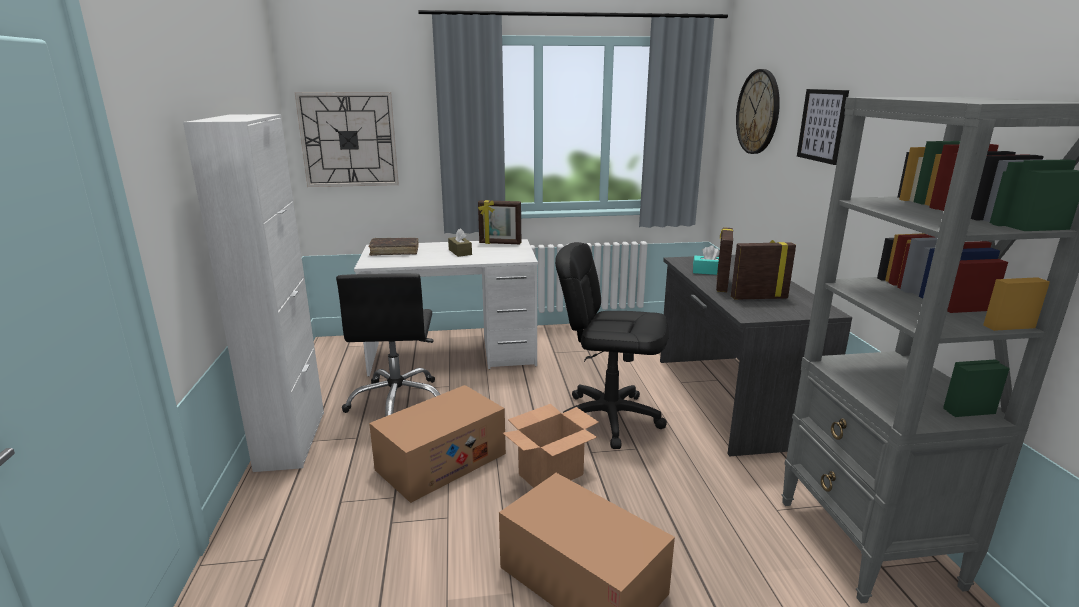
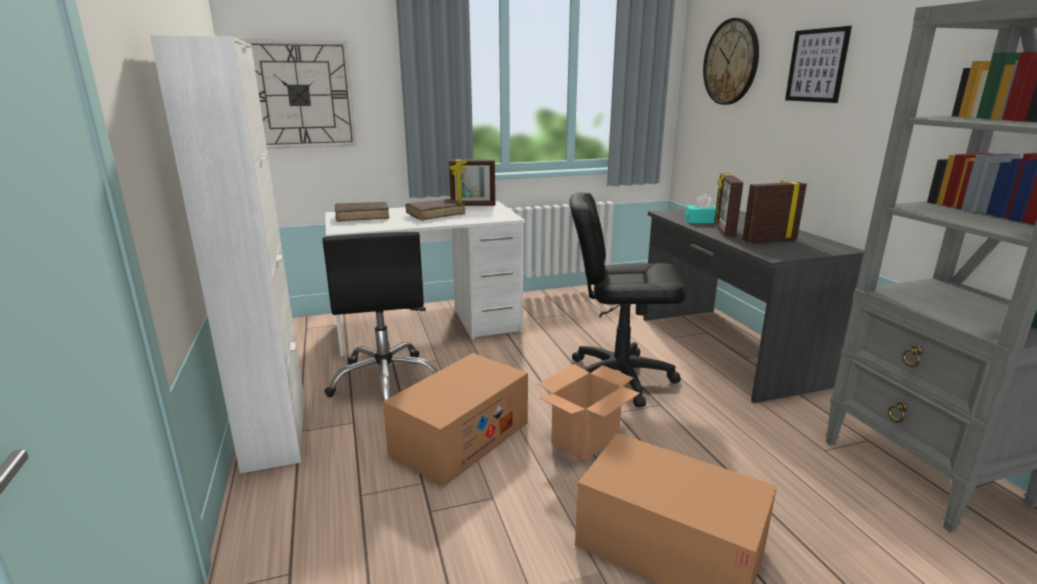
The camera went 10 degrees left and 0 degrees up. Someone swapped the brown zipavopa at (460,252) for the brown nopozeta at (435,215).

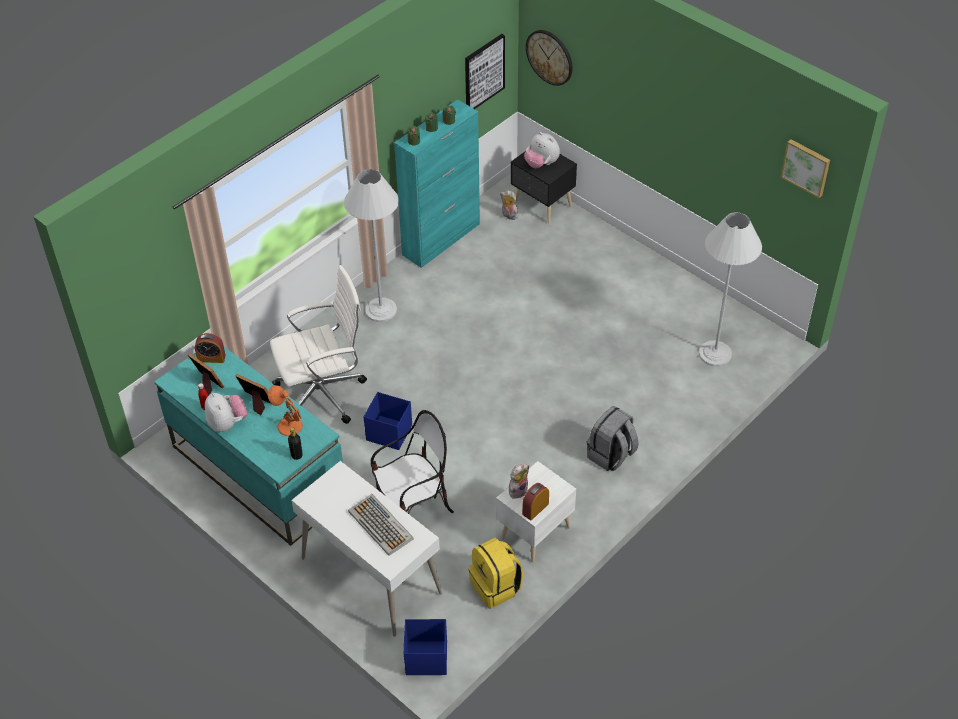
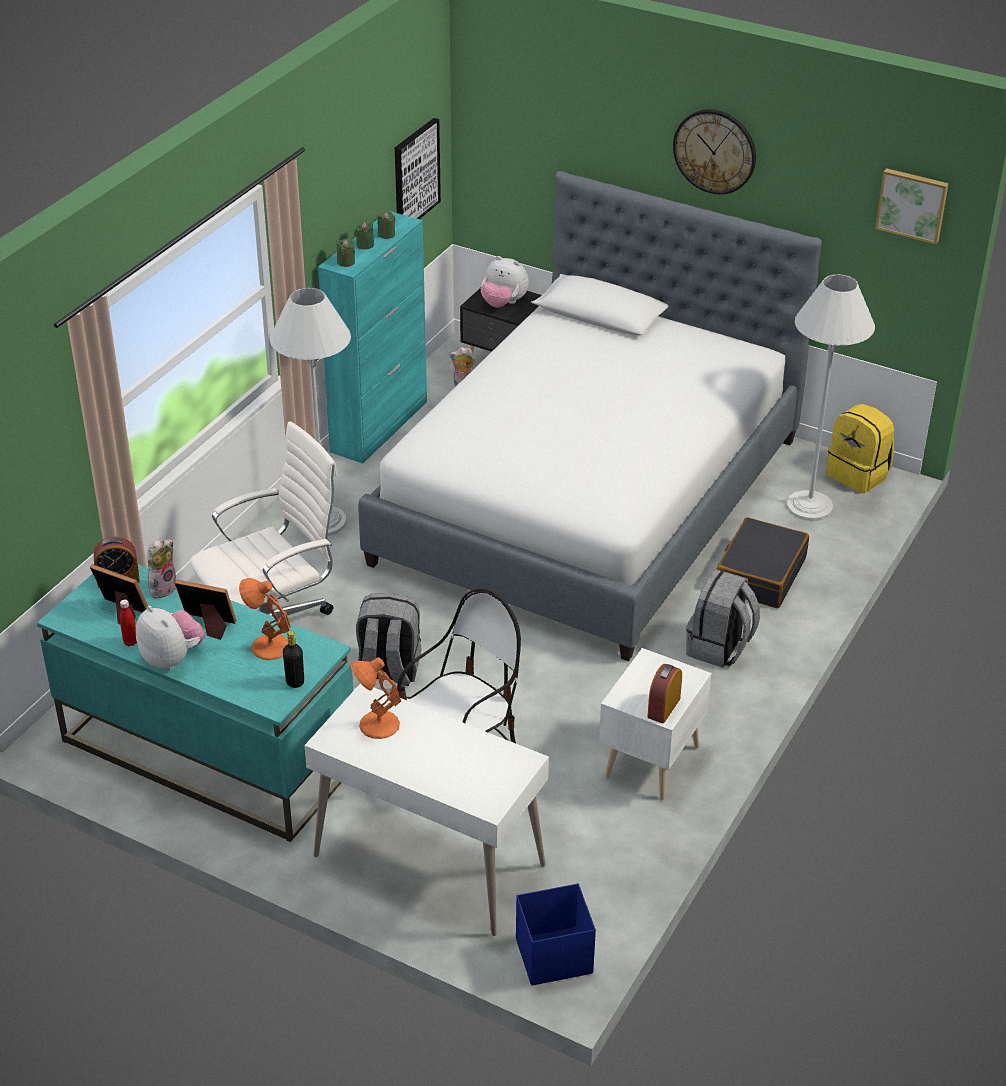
The camera went 15 degrees left and 10 degrees down. Someone took away the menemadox at (381,525). Someone put down the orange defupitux at (377,725). Someone put down the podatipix at (589,500). Someone put down the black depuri at (759,574). Someone carried the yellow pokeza from (496,587) to (858,475). Someone carried the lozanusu from (518,490) to (162,588). Someone carried the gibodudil from (549,57) to (715,151). Someone swapped the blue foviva at (388,432) for the grey pokeza at (388,670).

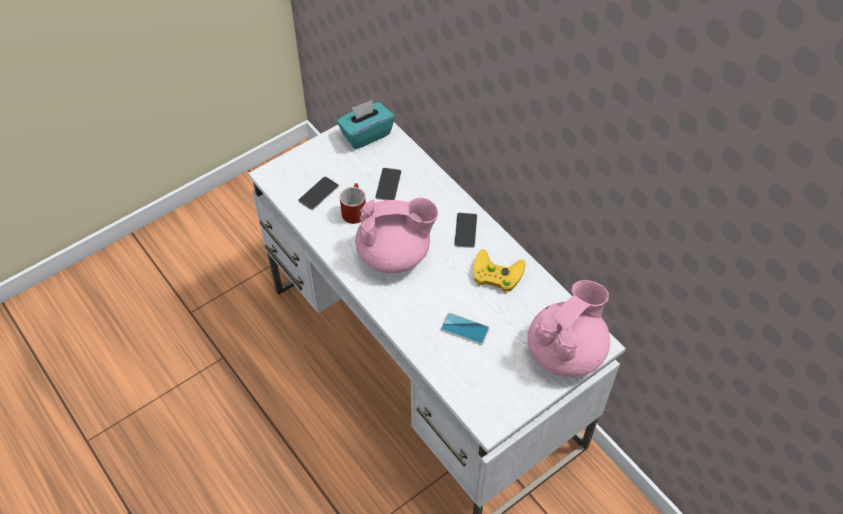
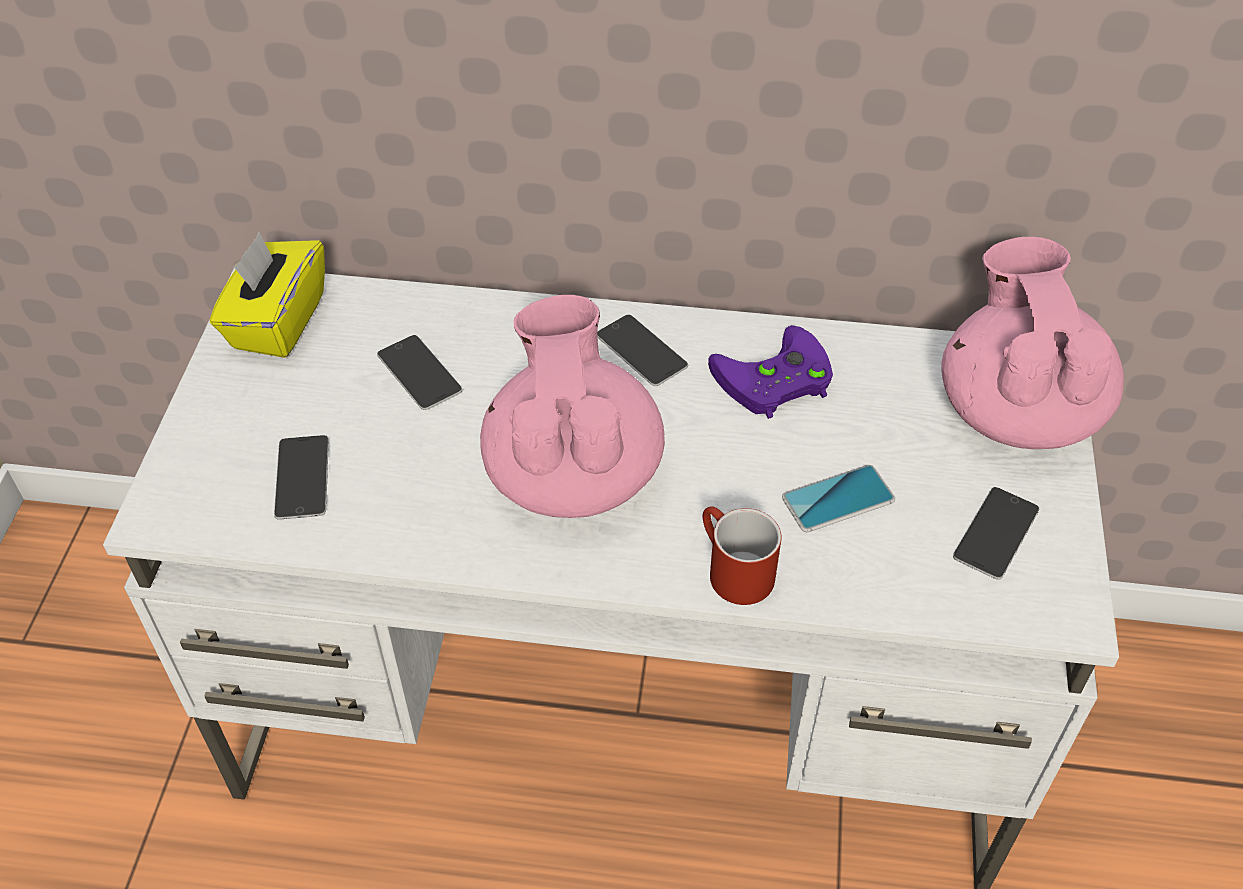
The camera went 45 degrees left and 5 degrees down. Someone put down the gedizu at (996,533). Someone carried the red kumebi from (354,209) to (731,570). Someone repainted the turquoise zipavopa at (366,134), which became the yellow zipavopa at (277,322). Someone repainted the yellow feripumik at (495,274), which became the purple feripumik at (772,381). Someone rotated the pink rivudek at (395,254) by 45 degrees counterclockwise.

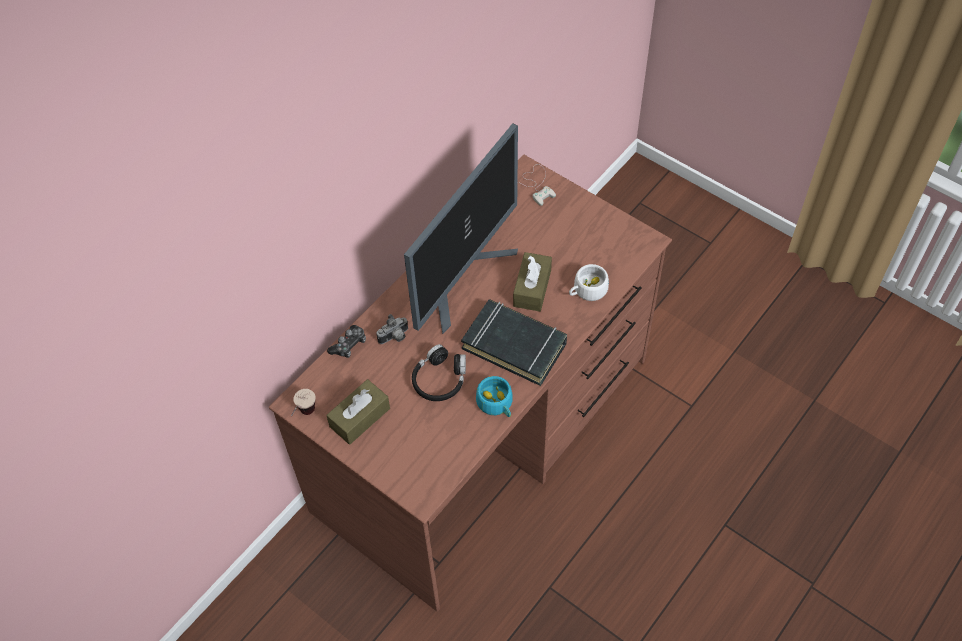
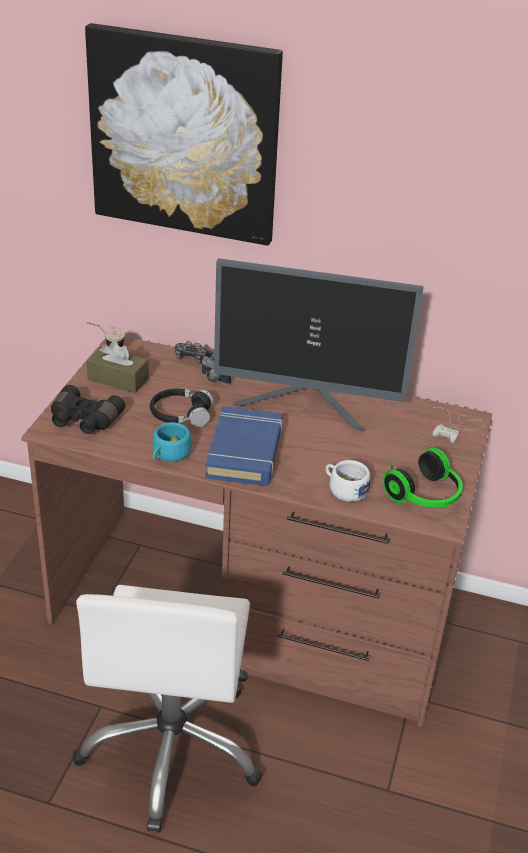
The camera went 65 degrees right and 20 degrees down. Someone took away the brown zipavopa at (532,288). Someone put down the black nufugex at (83,420). Someone put down the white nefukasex at (172,747). Someone put up the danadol at (184,135). Someone put down the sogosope at (426,496). Someone repainted the black nopozeta at (514,345), which became the blue nopozeta at (245,452).

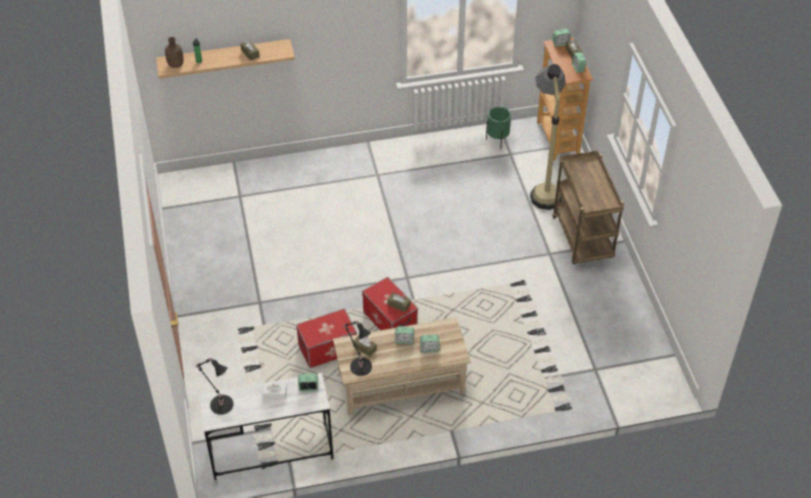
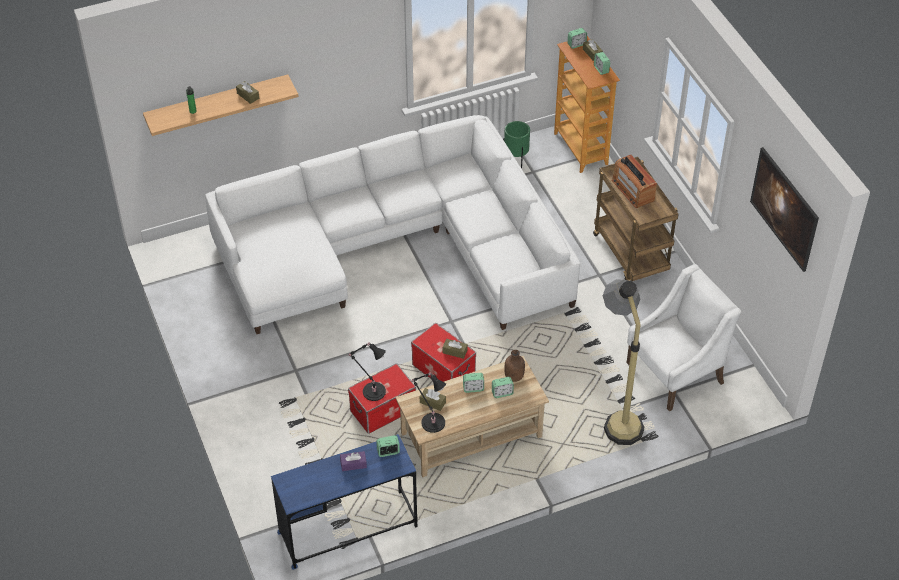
The camera went 10 degrees left and 0 degrees up. Someone put down the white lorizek at (395,248). Someone put down the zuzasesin at (633,190). Someone put down the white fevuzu at (676,372). Someone put up the danadol at (781,222). Someone carried the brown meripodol from (176,64) to (514,377). Someone carried the black defupitux from (220,403) to (372,391). Someone carried the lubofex from (543,187) to (617,415). Someone repainted the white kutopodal at (271,452), which became the blue kutopodal at (348,530). Someone repainted the white zipavopa at (275,394), which became the purple zipavopa at (353,464).

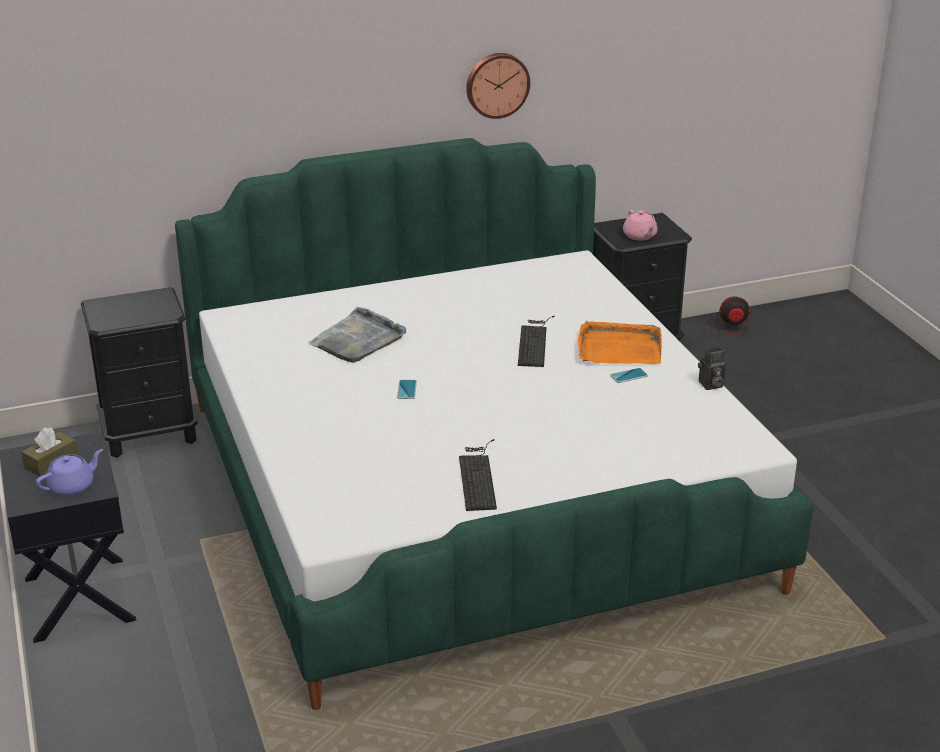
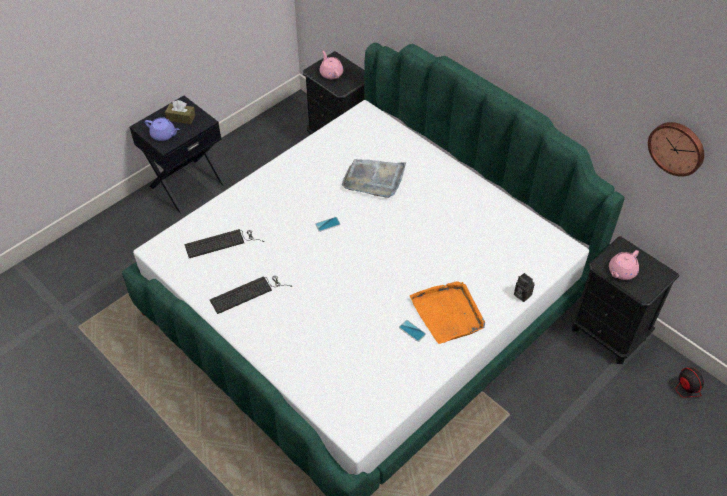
The camera went 65 degrees right and 20 degrees up. Someone put down the pink rivudek at (331,73). Someone carried the gibodudil from (497,84) to (677,147). Someone carried the menemadox from (534,342) to (222,243). Someone carried the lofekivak from (710,385) to (521,294).

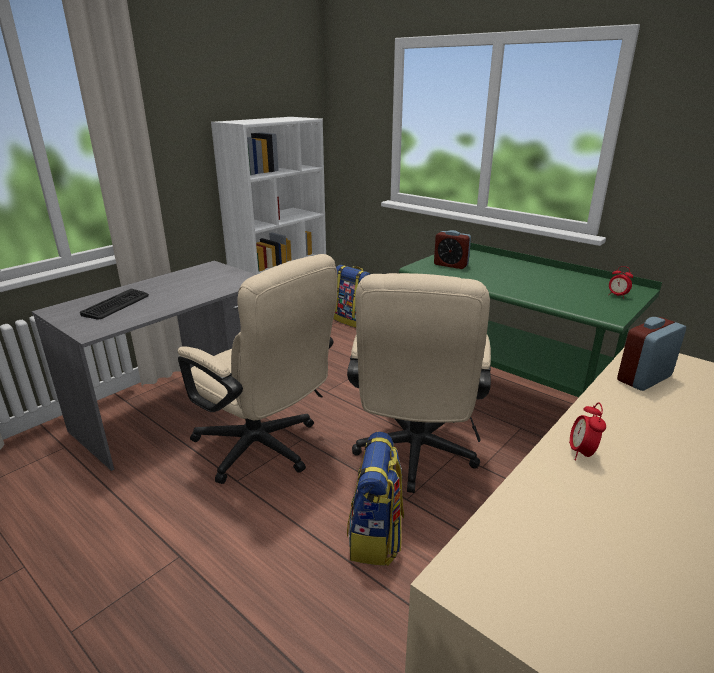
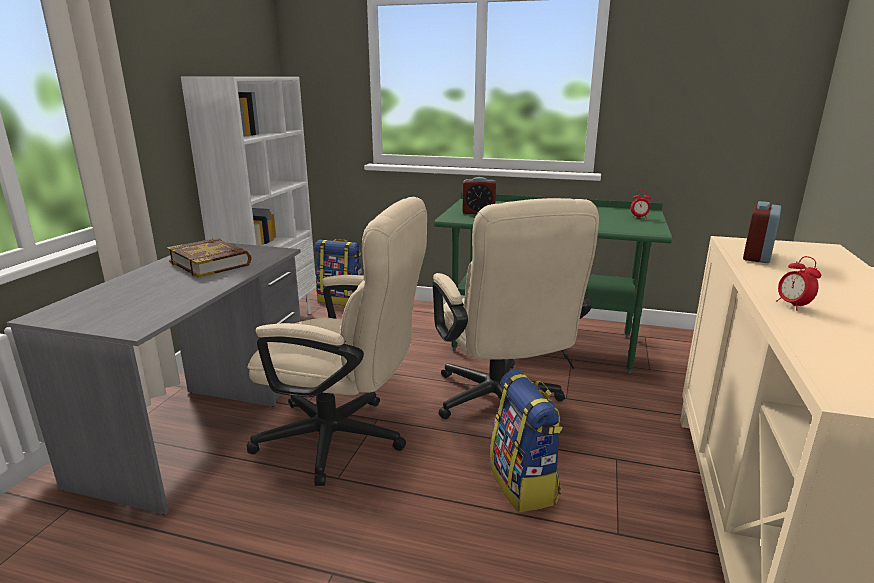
The camera went 25 degrees left and 5 degrees down. Someone took away the menemadox at (116,305). Someone put down the nopozeta at (210,263).

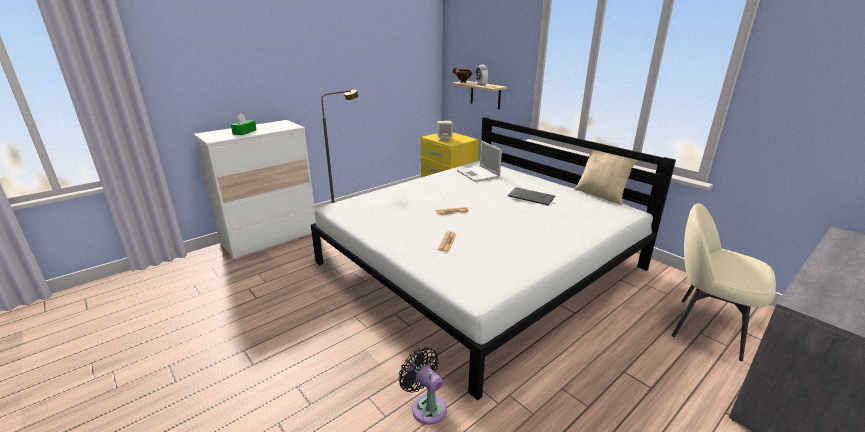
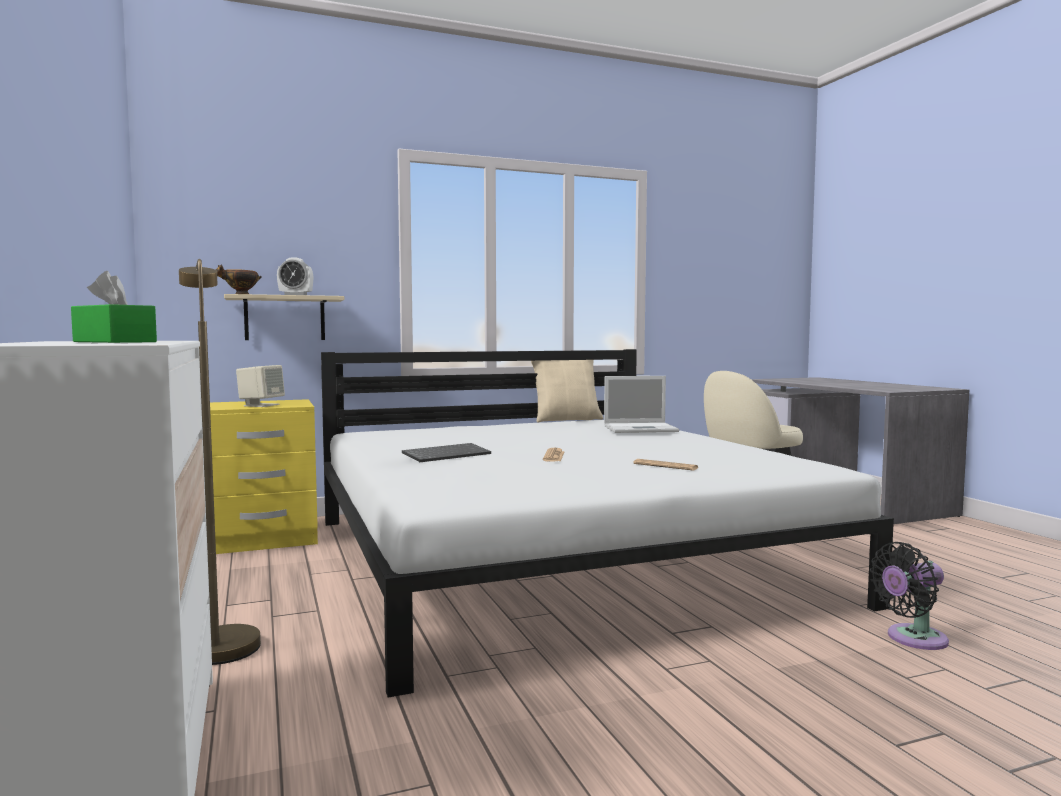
The camera went 70 degrees left and 20 degrees down. Someone carried the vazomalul from (478,174) to (641,429). Someone carried the menemadox from (532,197) to (447,455).

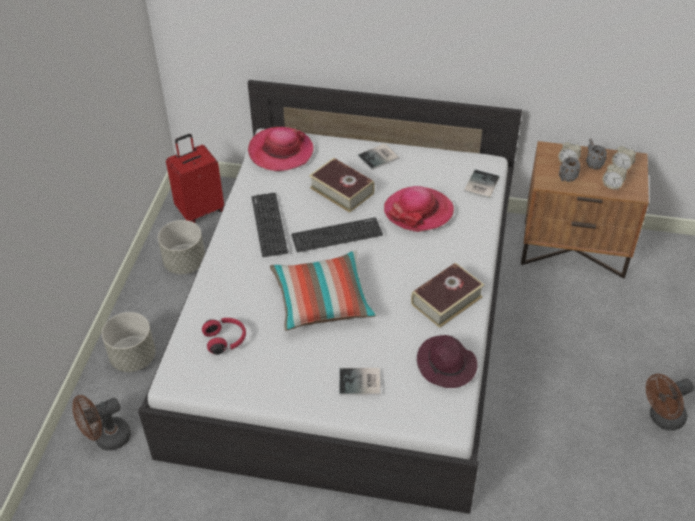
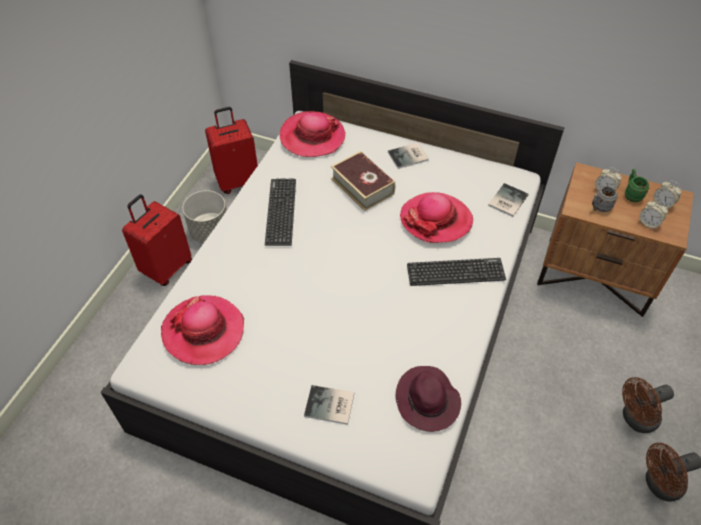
The camera went 10 degrees right and 5 degrees up. Someone took away the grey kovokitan at (133,357). Someone took away the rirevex at (322,301). Someone took away the nopozeta at (446,300). Someone put down the red depuri at (166,268). Someone carried the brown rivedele from (107,439) to (635,419). Someone carried the menemadox from (337,235) to (455,272). Someone swapped the red sogosope at (226,340) for the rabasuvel at (203,331). Someone repainted the grey kumebi at (592,163), which became the green kumebi at (631,194).

